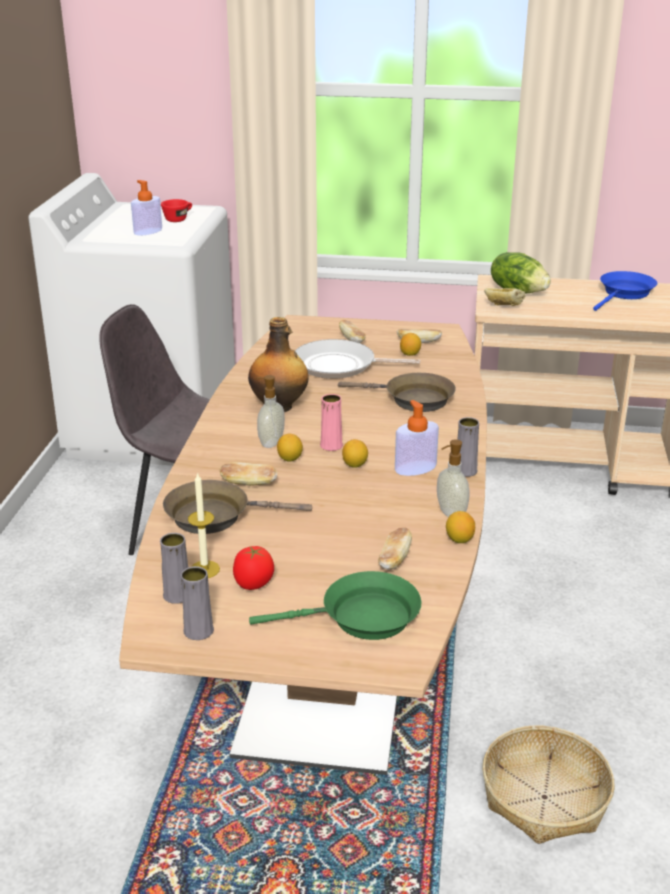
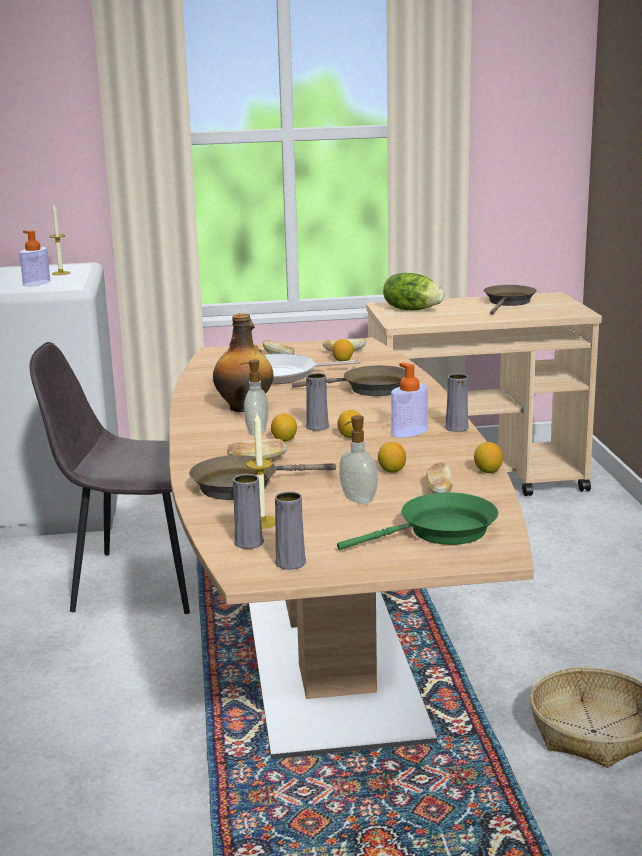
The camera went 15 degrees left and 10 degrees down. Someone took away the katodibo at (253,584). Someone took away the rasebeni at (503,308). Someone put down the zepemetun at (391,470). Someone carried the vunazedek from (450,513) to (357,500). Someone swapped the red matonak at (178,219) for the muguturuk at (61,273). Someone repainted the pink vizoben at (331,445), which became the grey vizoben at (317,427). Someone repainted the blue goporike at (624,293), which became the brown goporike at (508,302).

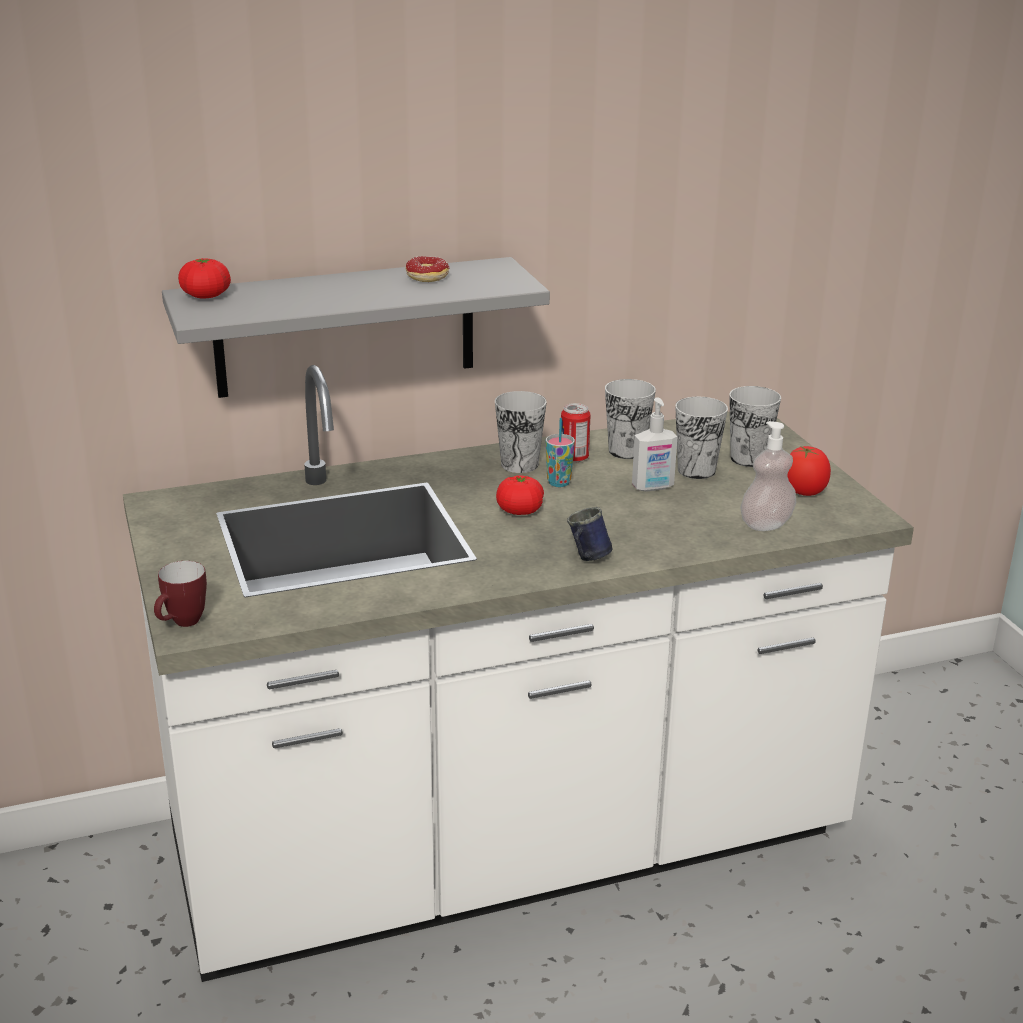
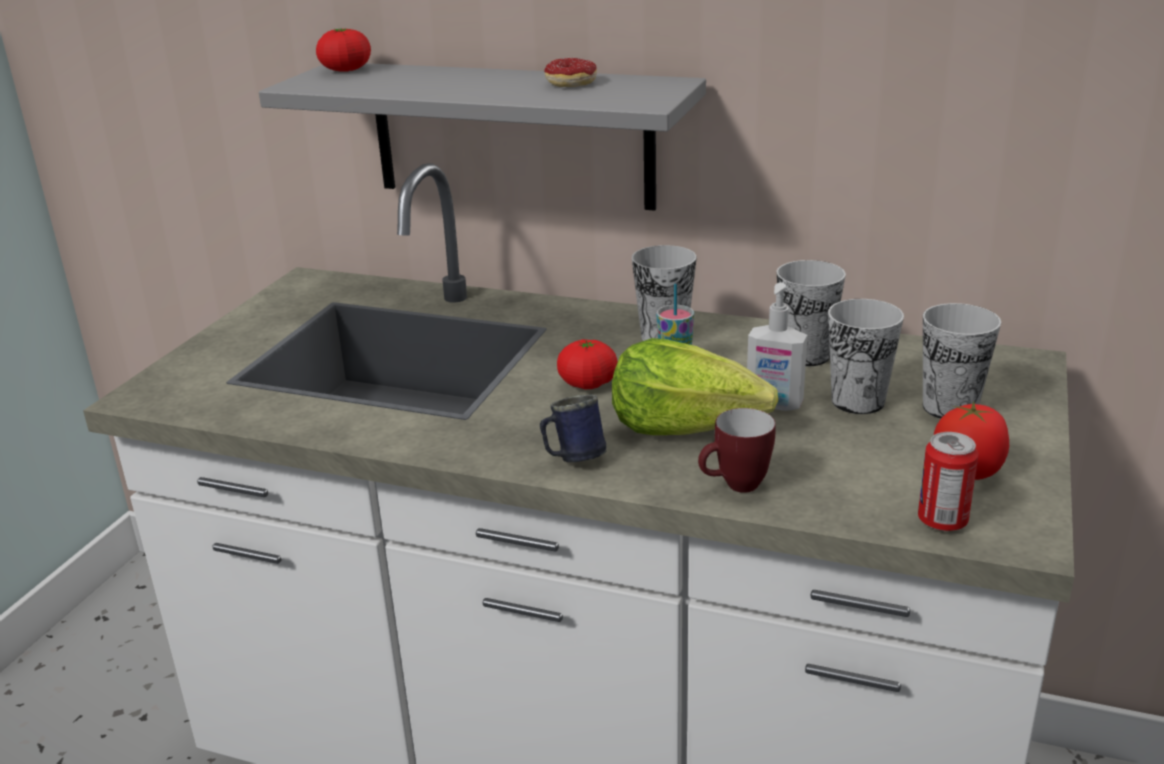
The camera went 40 degrees right and 0 degrees up. Someone took away the vunazedek at (766,524). Someone put down the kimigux at (686,426). Someone carried the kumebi from (182,624) to (735,487). Someone carried the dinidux from (574,458) to (942,521).

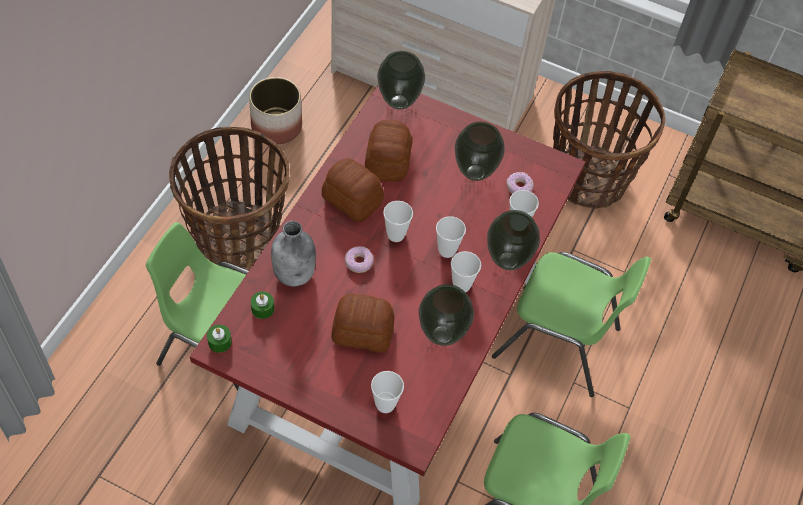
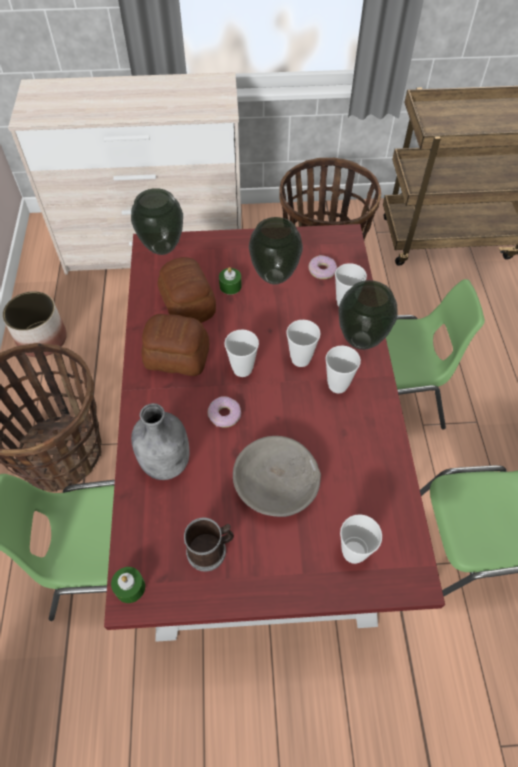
The camera went 25 degrees left and 0 degrees up. Someone took away the vizoben at (441,335). Someone put down the kumebi at (211,550). Someone carried the green muguturuk from (262,309) to (230,286). Someone swapped the rasebeni at (362,331) for the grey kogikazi at (276,484).

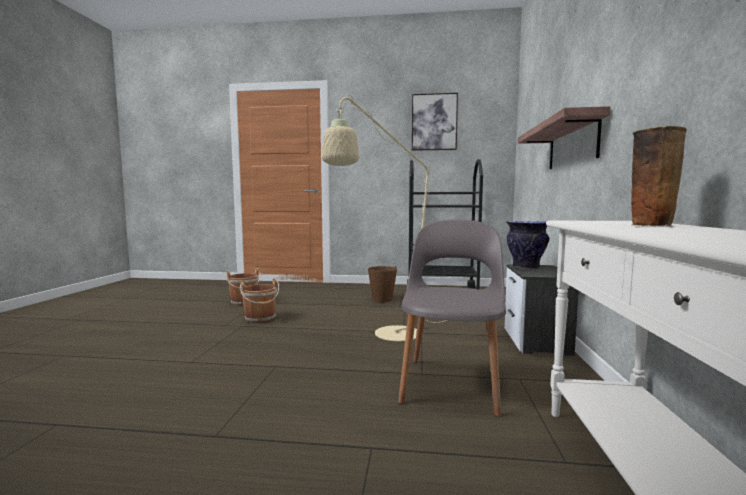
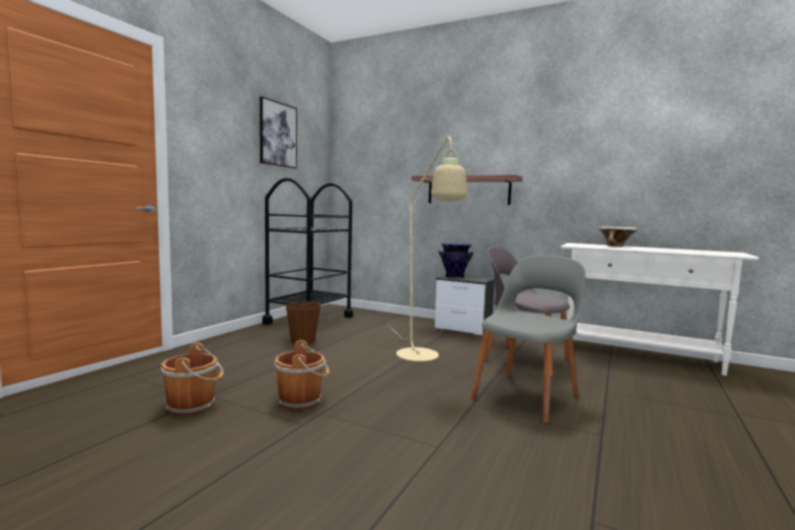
The camera went 70 degrees left and 0 degrees up. Someone put down the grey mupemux at (527,396). Someone swapped the vizoben at (650,225) for the kogikazi at (616,246).

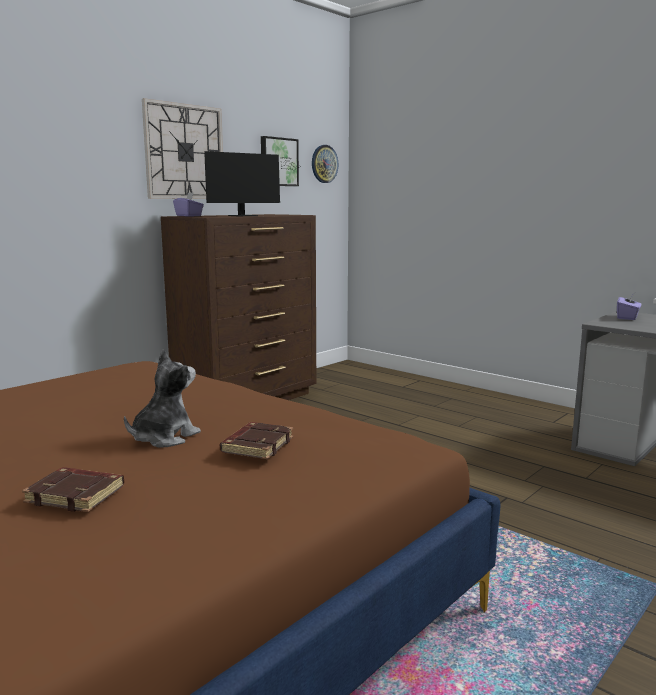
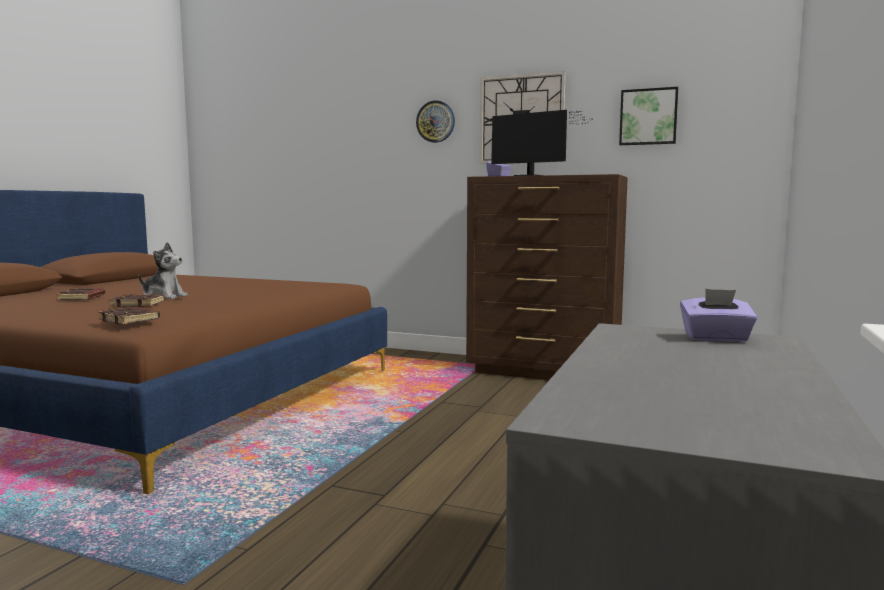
The camera went 70 degrees right and 5 degrees down. Someone put down the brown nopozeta at (130,320). Someone carried the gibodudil from (324,164) to (435,121).

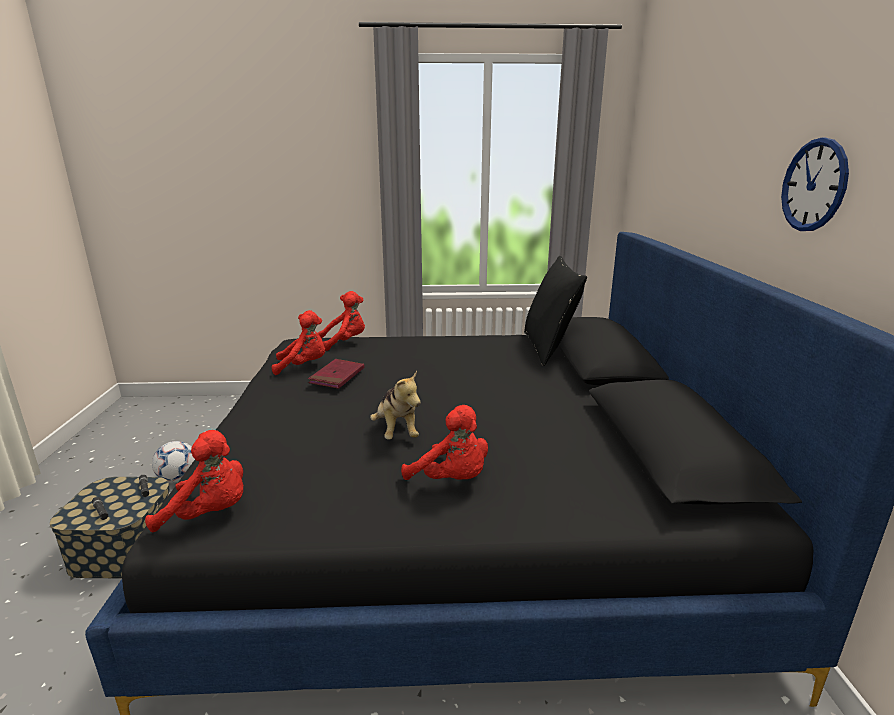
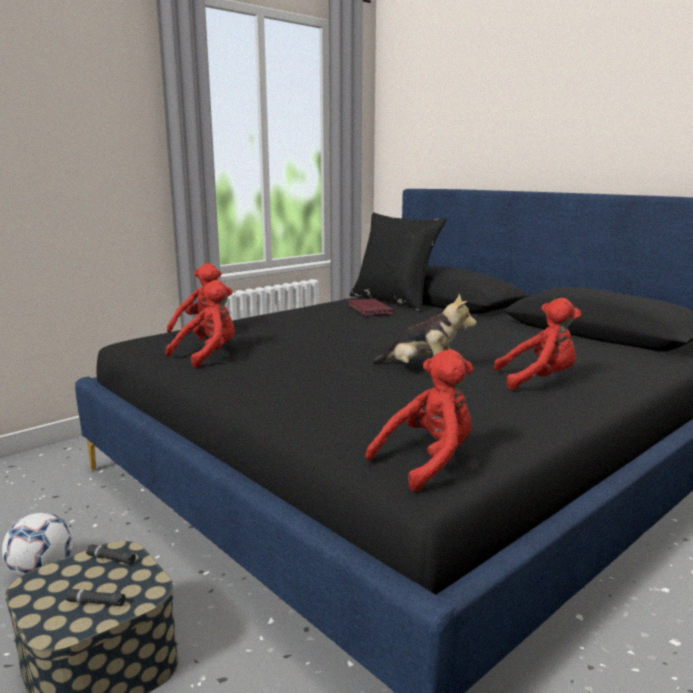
The camera went 40 degrees left and 5 degrees down. Someone took away the gibodudil at (814,185). Someone carried the red nopozeta from (337,376) to (370,310).

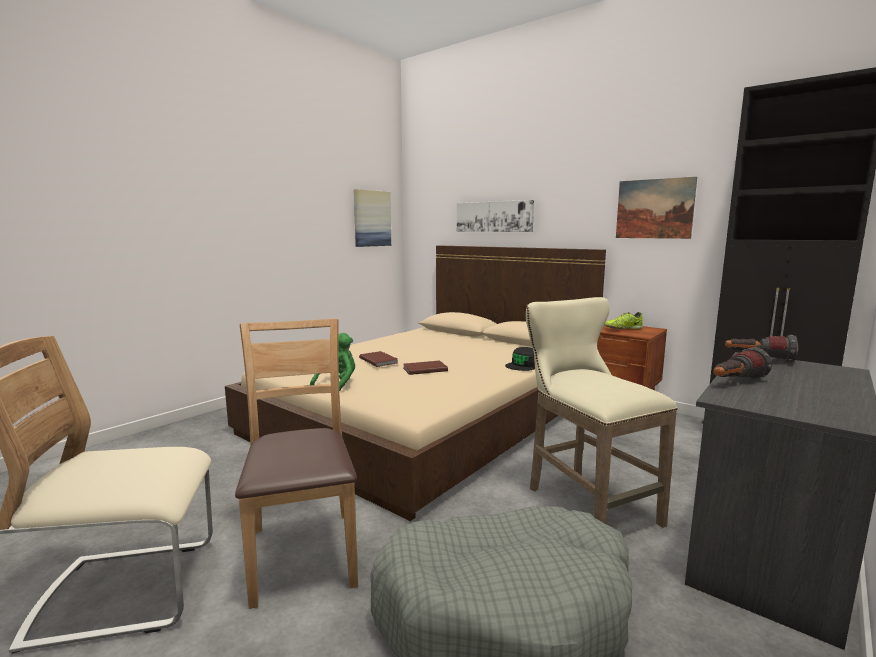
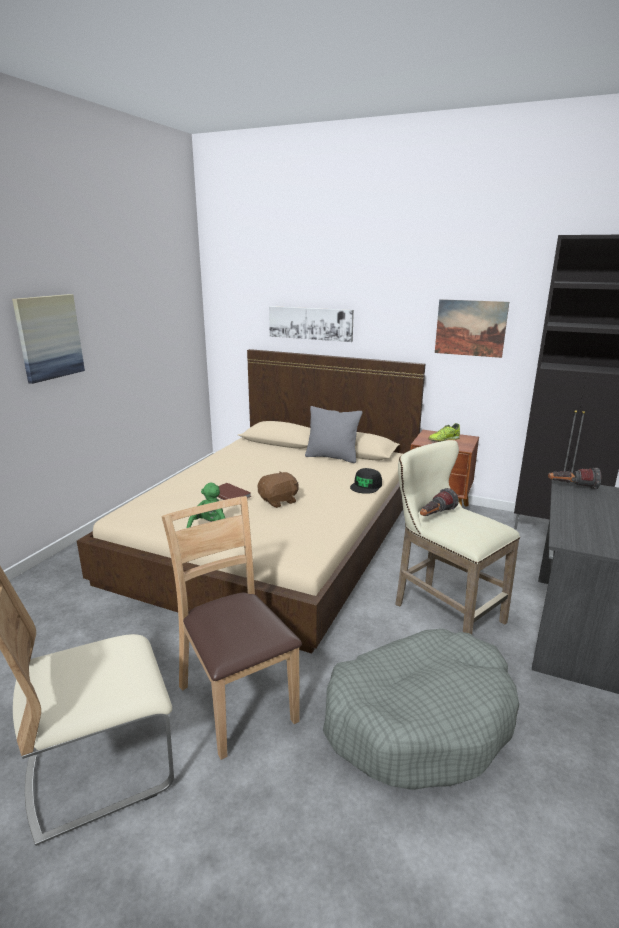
The camera went 15 degrees left and 10 degrees up. Someone put down the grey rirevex at (332,457). Someone carried the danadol from (372,218) to (49,337). Someone carried the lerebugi from (735,382) to (435,515). Someone swapped the brown nopozeta at (424,369) for the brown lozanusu at (279,501).

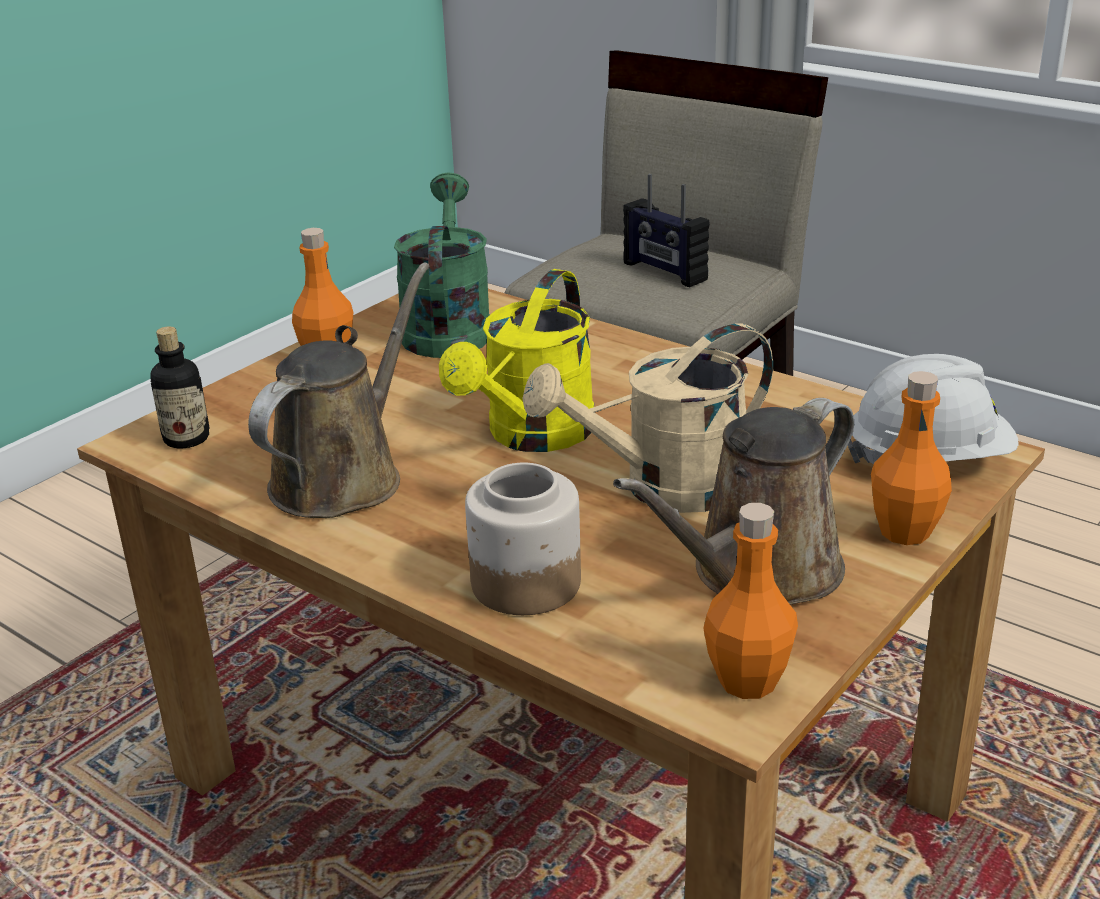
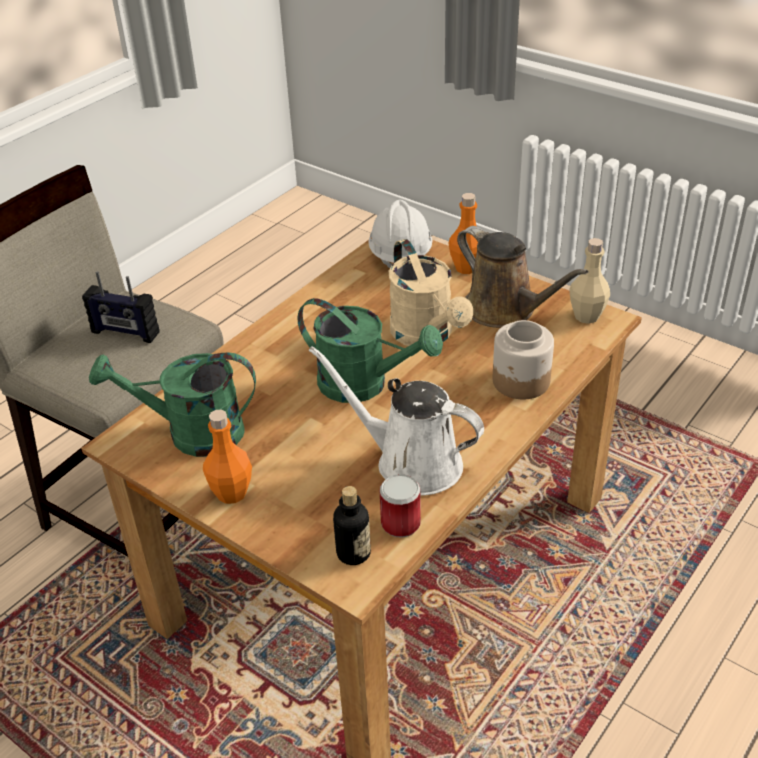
The camera went 90 degrees left and 10 degrees up. Someone put down the dinidux at (400,523). Someone repainted the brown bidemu at (344,476), which became the white bidemu at (411,462). Someone repainted the yellow bidemu at (532,436), which became the green bidemu at (364,385). Someone repainted the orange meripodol at (747,681), which became the beige meripodol at (586,316). Someone rotated the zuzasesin at (664,272) by 60 degrees clockwise.

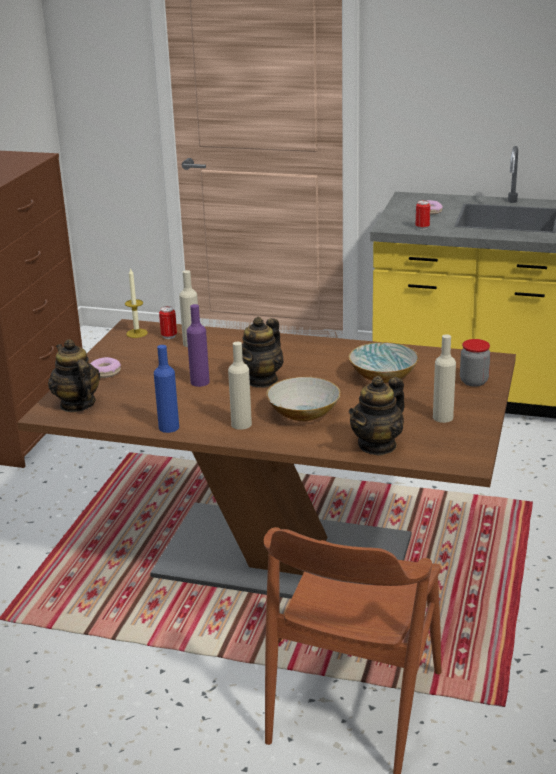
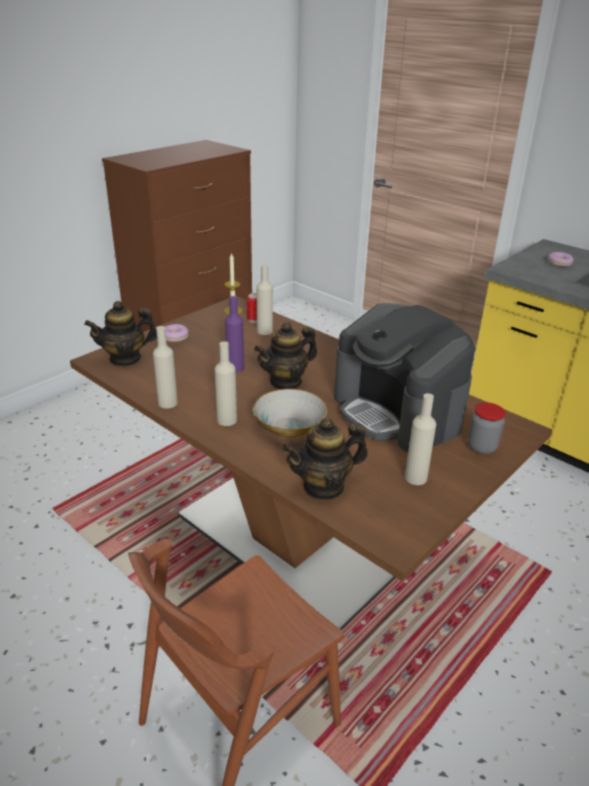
The camera went 25 degrees right and 5 degrees up. Someone took away the dinidux at (422,227). Someone swapped the kogikazi at (384,376) for the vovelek at (397,412). Someone repainted the blue meripodol at (169,427), which became the beige meripodol at (168,403). Someone rotated the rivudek at (77,404) by 105 degrees counterclockwise.

